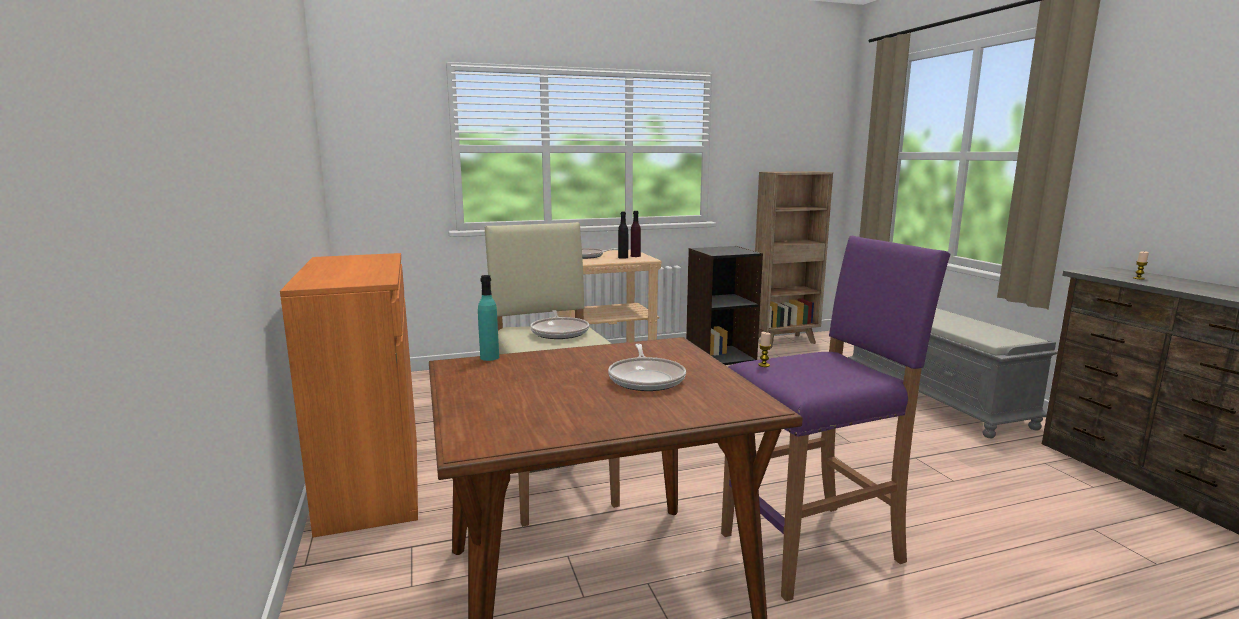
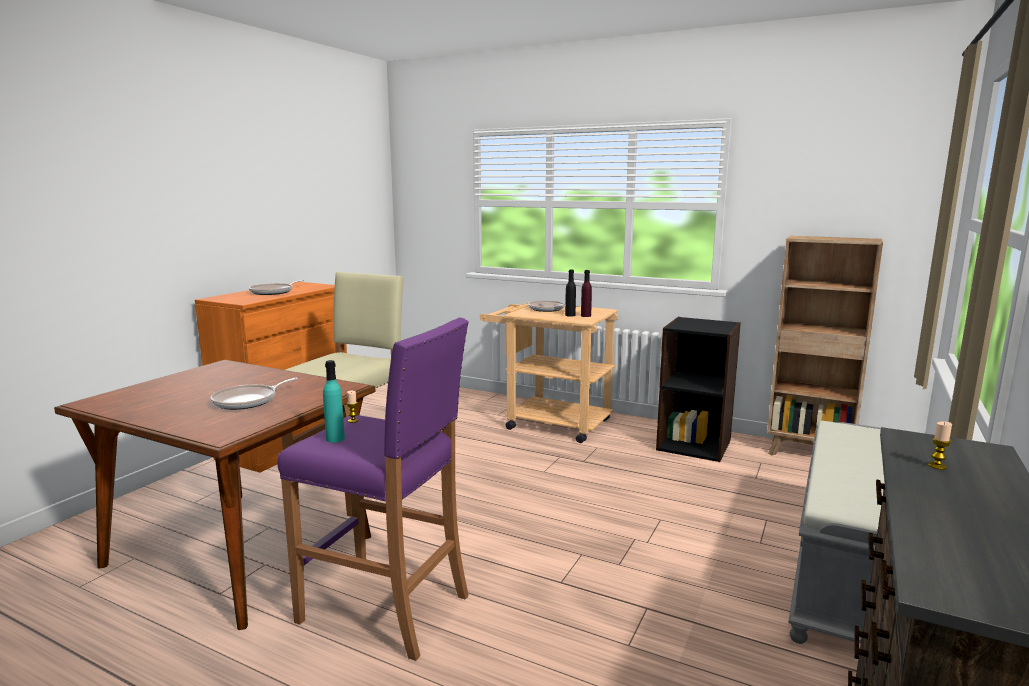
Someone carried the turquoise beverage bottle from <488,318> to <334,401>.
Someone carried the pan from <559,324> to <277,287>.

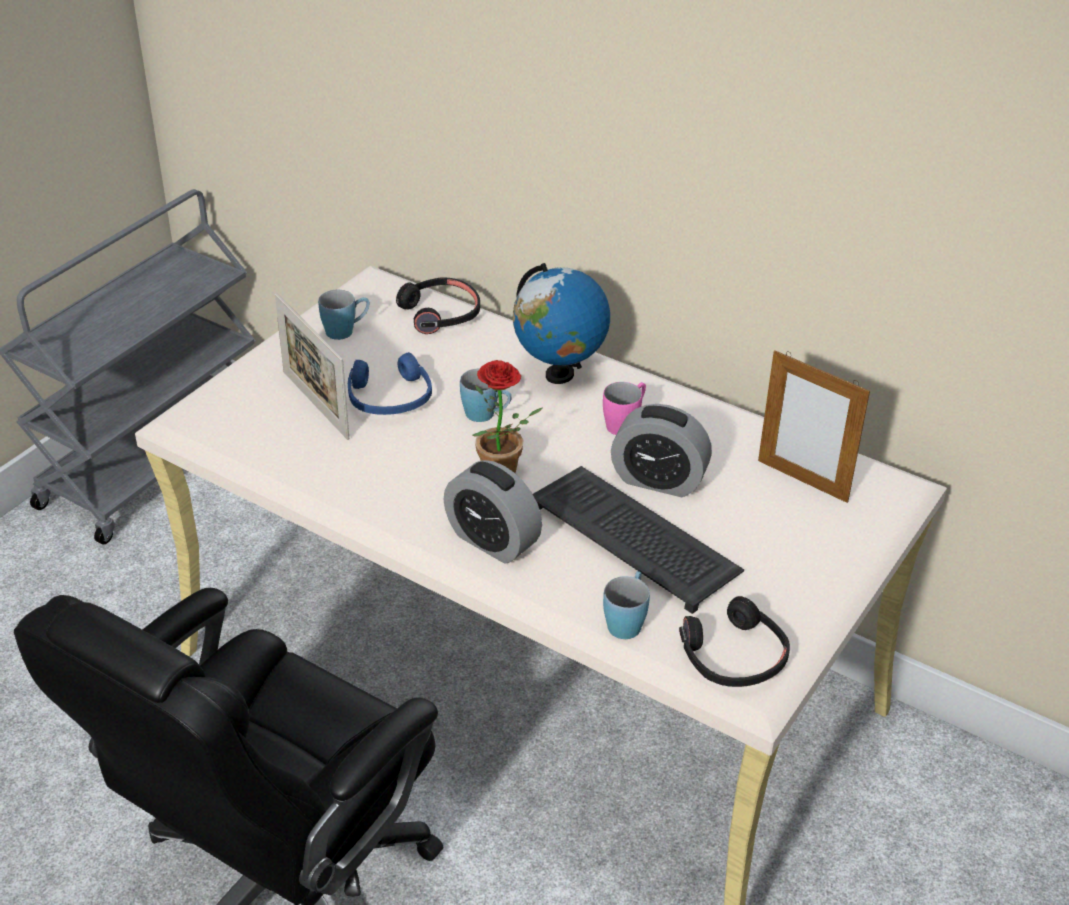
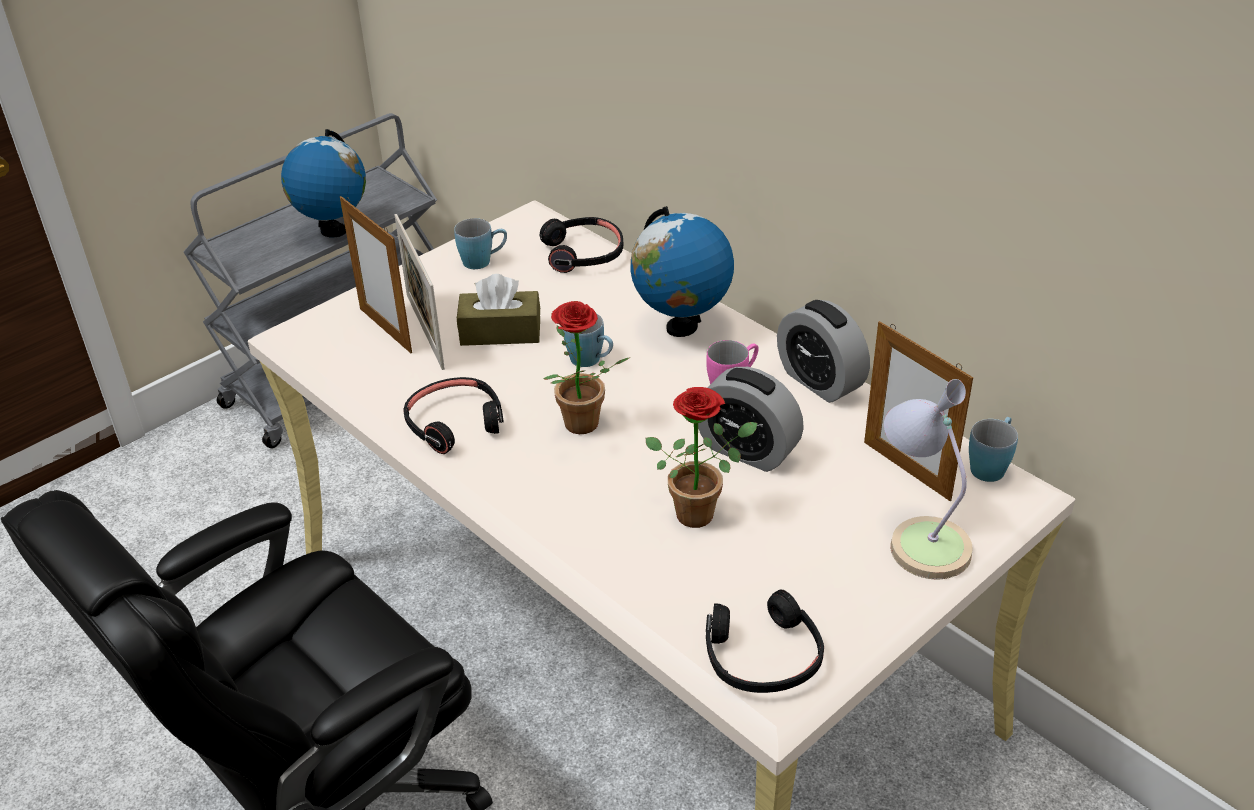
Someone swapped the bluish headset at <390,383> for the brown tissue holder at <498,310>.
Someone carried the alarm clock from <492,512> to <823,351>.
Someone swapped the PC keyboard at <638,540> for the houseplant at <701,457>.
Someone carried the bluish tea mug from <626,605> to <993,449>.
Someone put down the globe at <323,183>.
Someone put down the standing frame at <376,274>.
Someone put down the blackish headset at <453,415>.
Someone put down the lamp for a table at <928,479>.

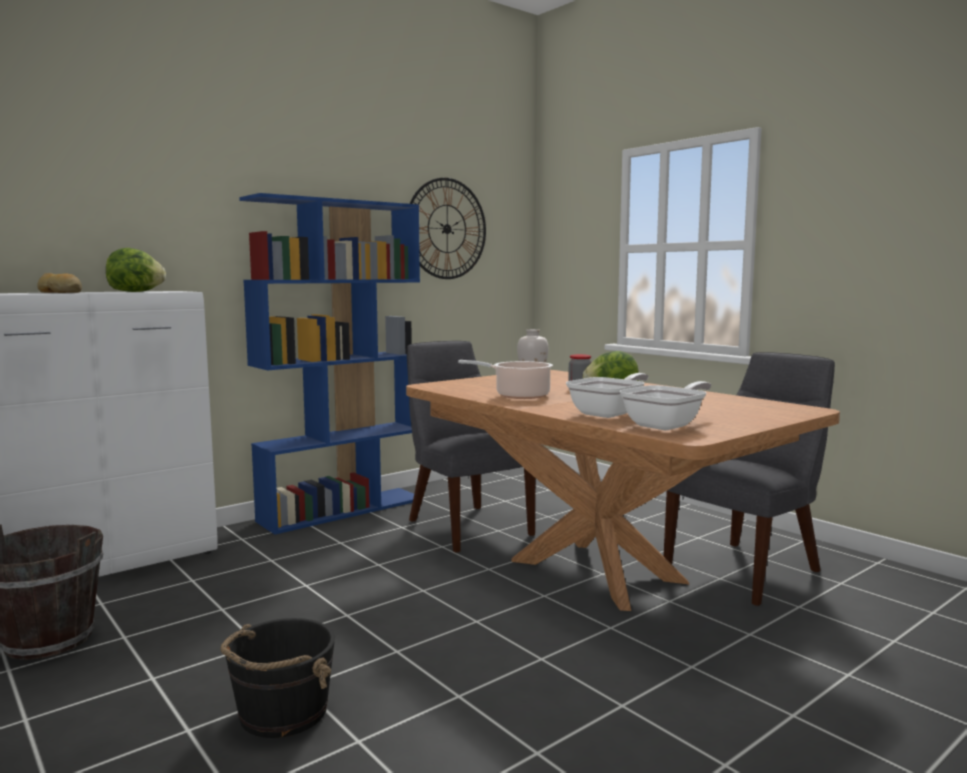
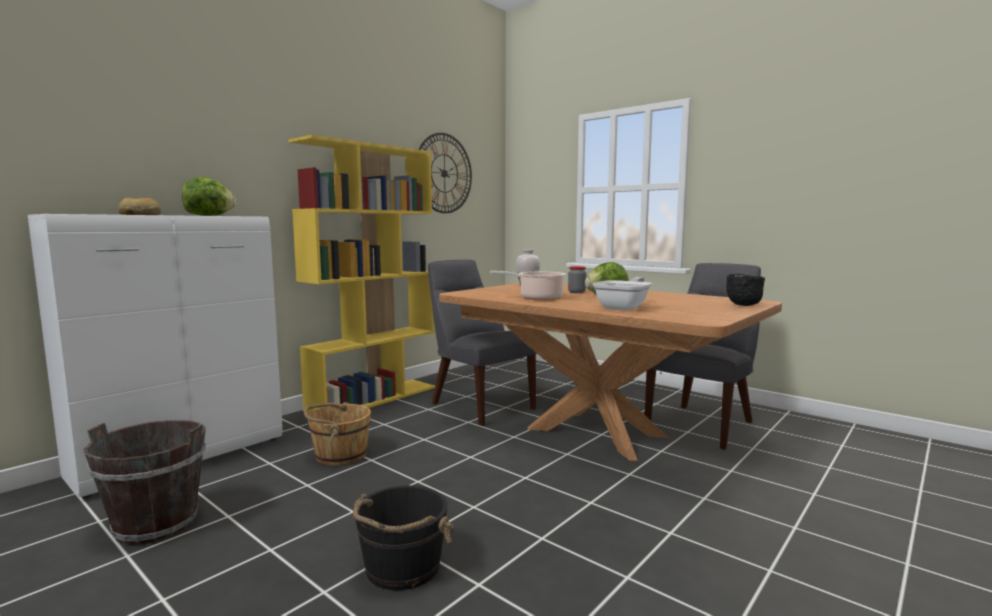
Someone repainted the bluish bookcase at <331,363>, which became the yellow bookcase at <361,274>.
Someone took away the pan at <665,405>.
Someone put down the brown water bucket at <337,434>.
Someone put down the blackish serving bowl at <745,290>.

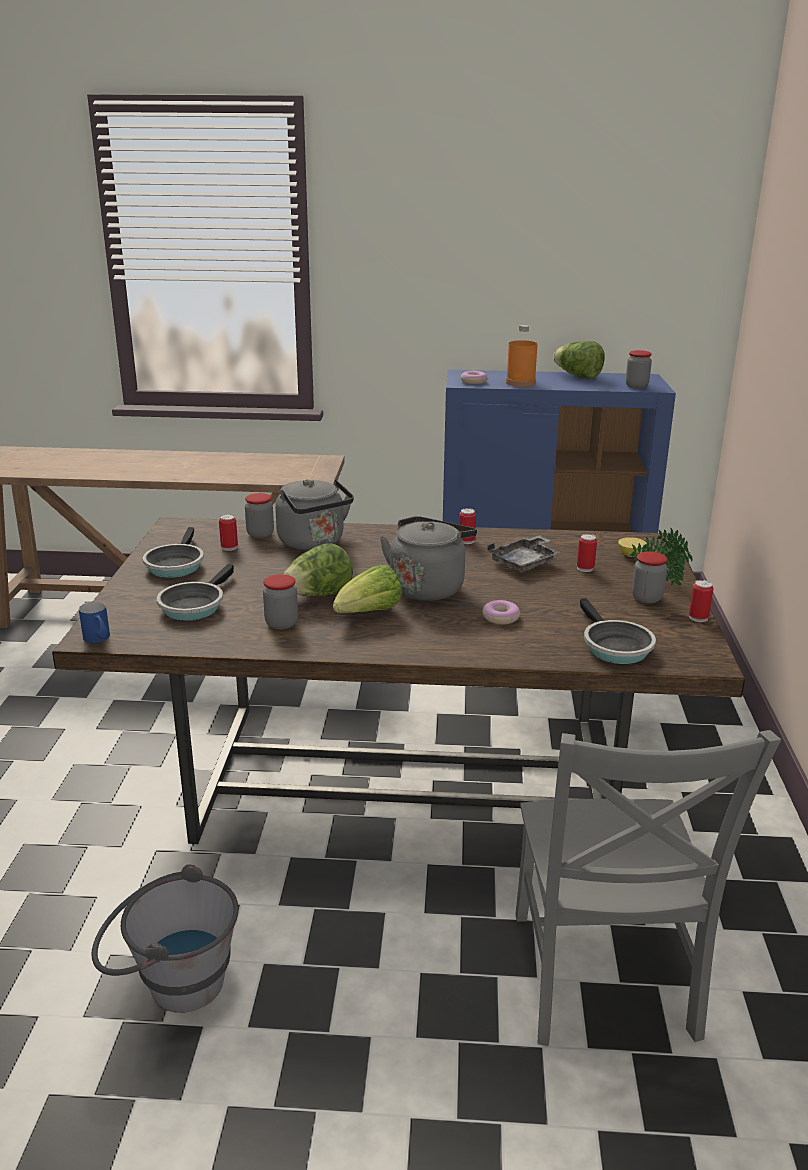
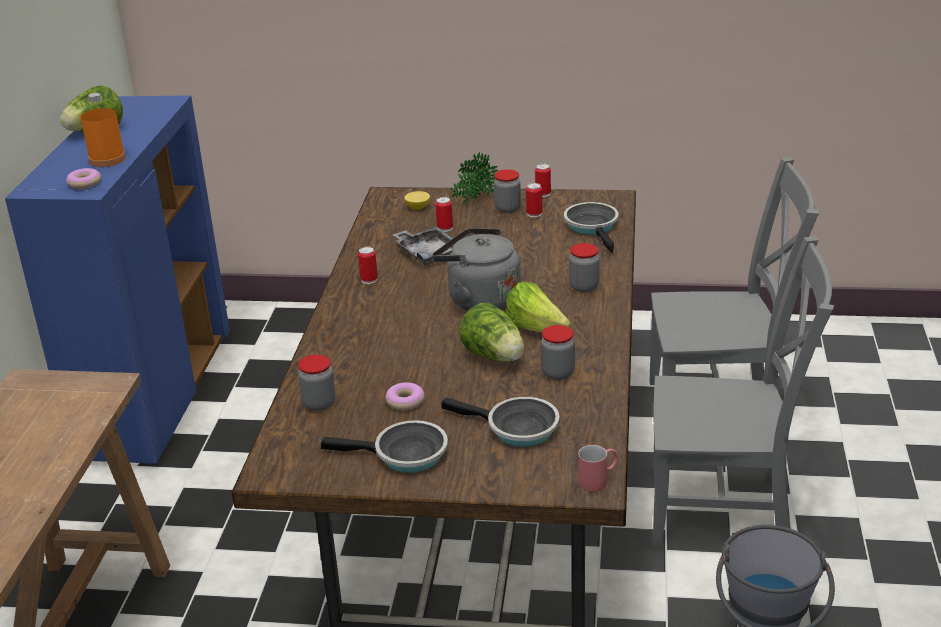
Someone repainted the bluish tea mug at <94,622>, which became the reddish tea mug at <598,468>.
Someone carried the metal can from <228,532> to <534,200>.
Someone took away the grey tea kettle at <314,514>.
Someone carried the ring doughnut from <501,612> to <405,396>.
Someone rotated the pan at <618,631> by 90 degrees counterclockwise.
Someone carried the storage jar from <639,369> to <584,268>.
Someone put down the grey plain chair at <743,391>.

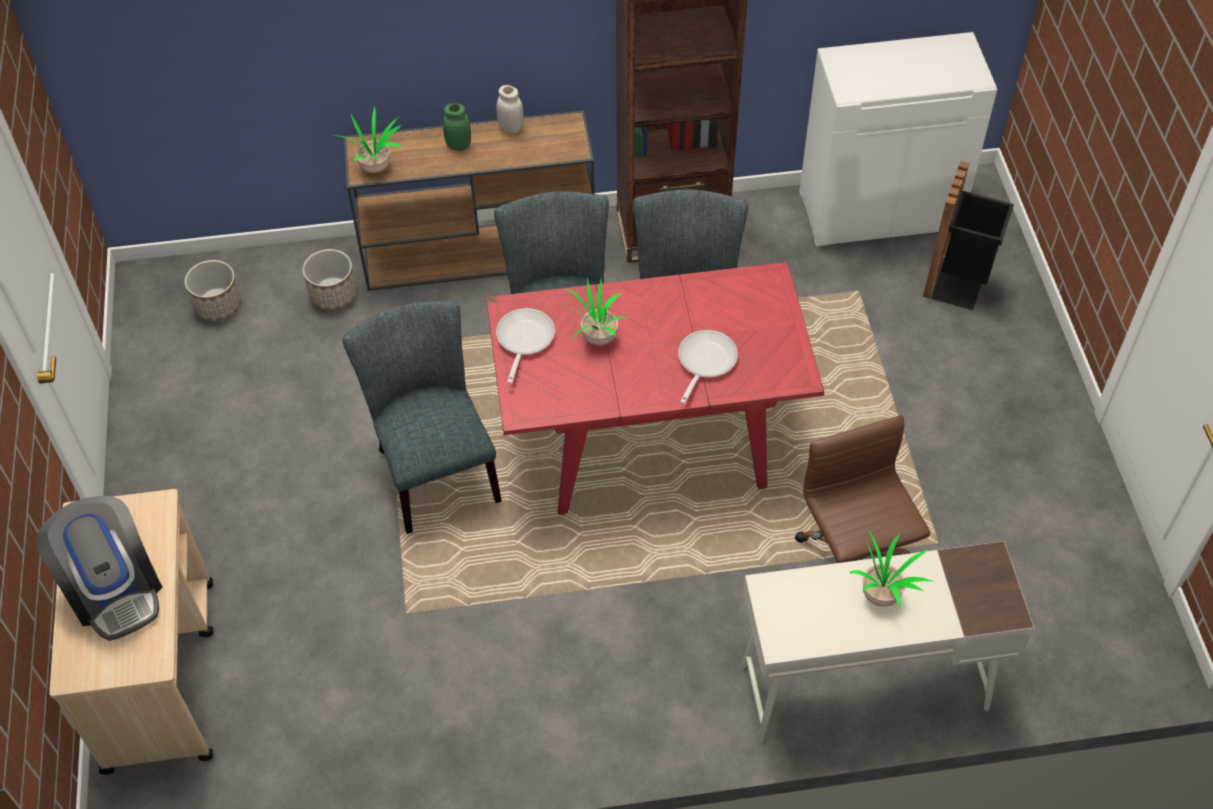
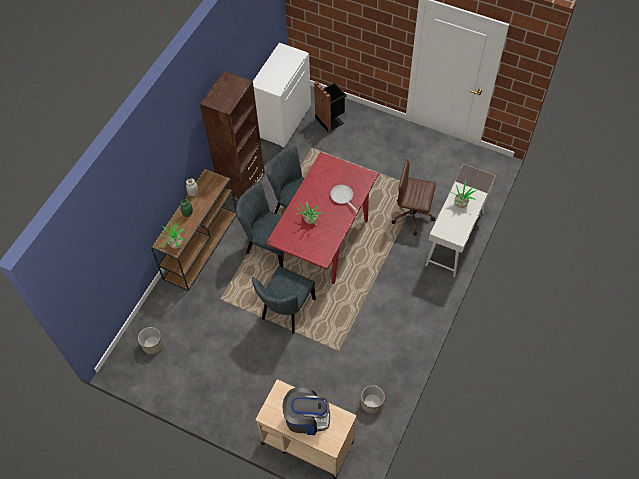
Someone carried the planter from <330,279> to <373,399>.
Someone rotated the grey plain chair at <422,417> by 75 degrees counterclockwise.
Someone took away the pan at <525,345>.

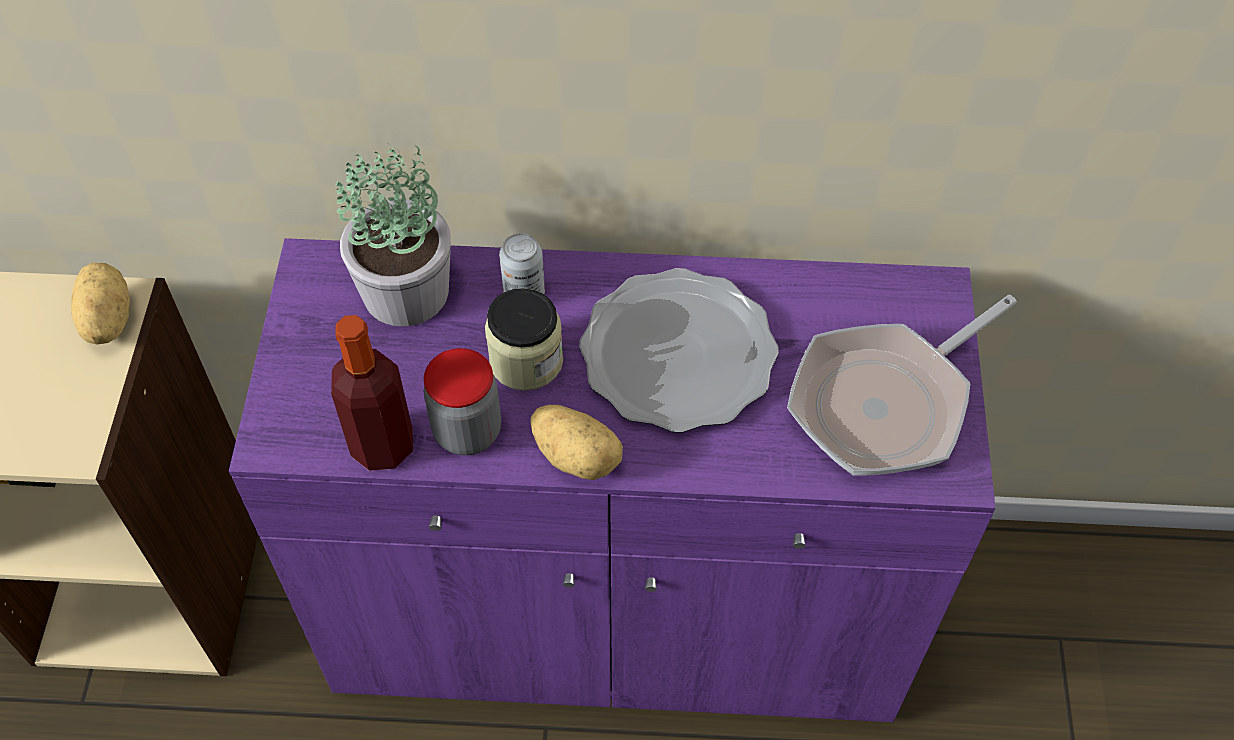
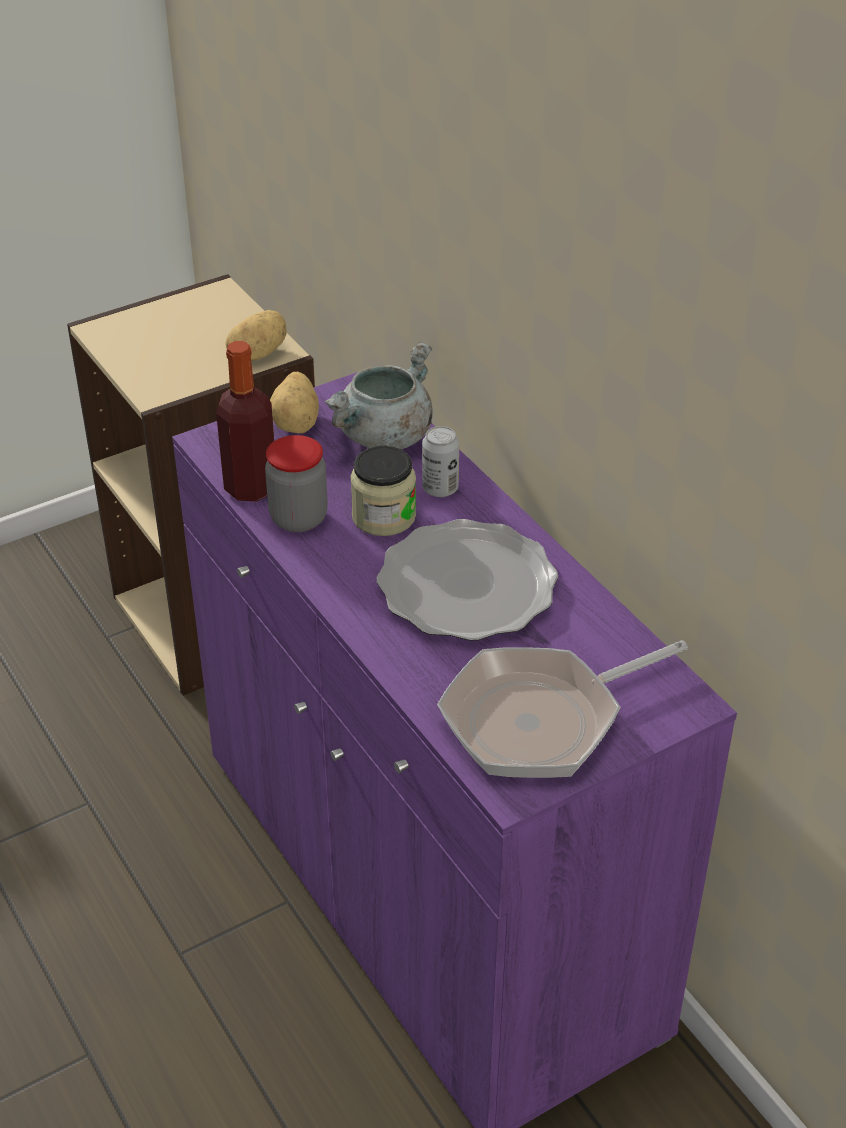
Someone swapped the houseplant at <393,234> for the grey saucepot at <379,395>.
Someone carried the potato from <577,442> to <294,402>.
Someone rotated the pan at <902,385> by 45 degrees counterclockwise.

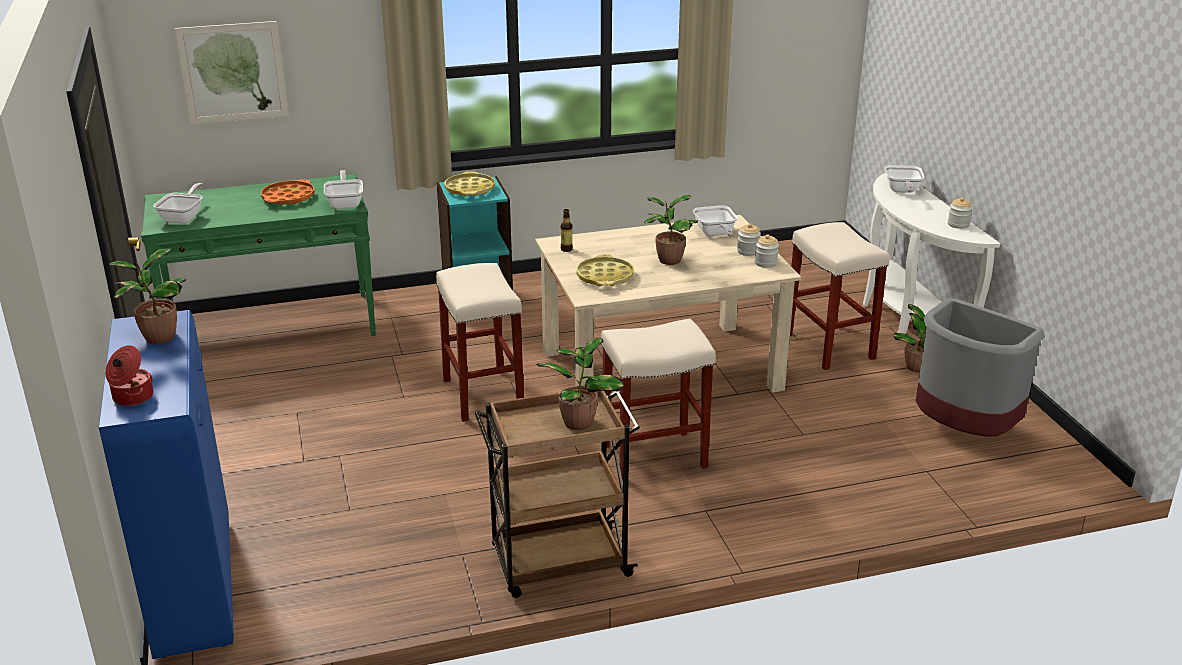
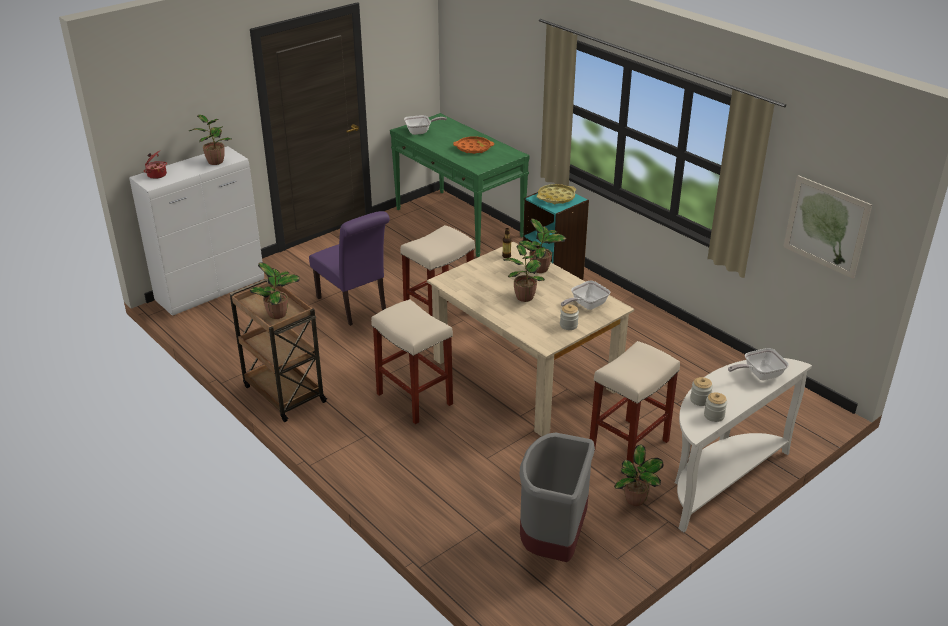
Someone repainted the bluish cabinet at <166,484>, which became the white-coloured cabinet at <196,231>.
Someone carried the picture from <232,73> to <827,227>.
Someone took away the pan at <343,189>.
Someone took away the yellow serving tray at <605,270>.
Someone carried the storage jar from <766,251> to <701,391>.
Someone put down the purple-coloured plain chair at <349,268>.
Someone put down the houseplant at <542,246>.

